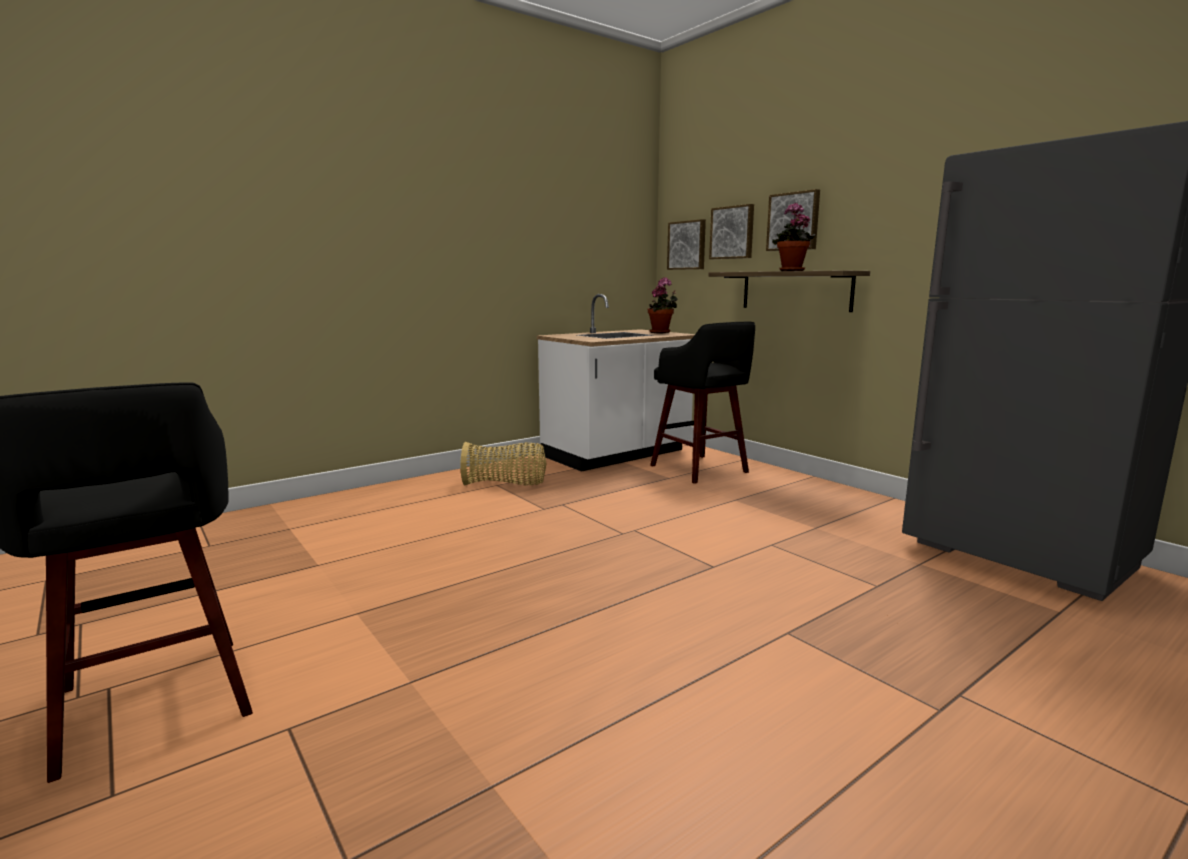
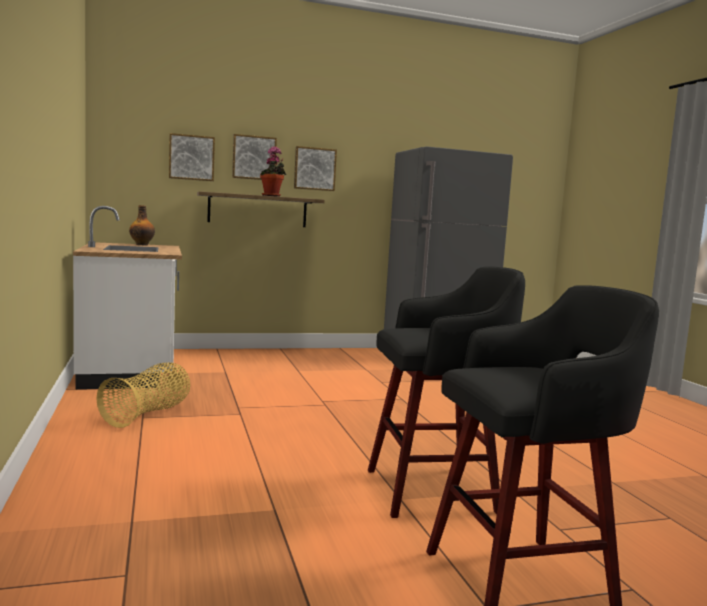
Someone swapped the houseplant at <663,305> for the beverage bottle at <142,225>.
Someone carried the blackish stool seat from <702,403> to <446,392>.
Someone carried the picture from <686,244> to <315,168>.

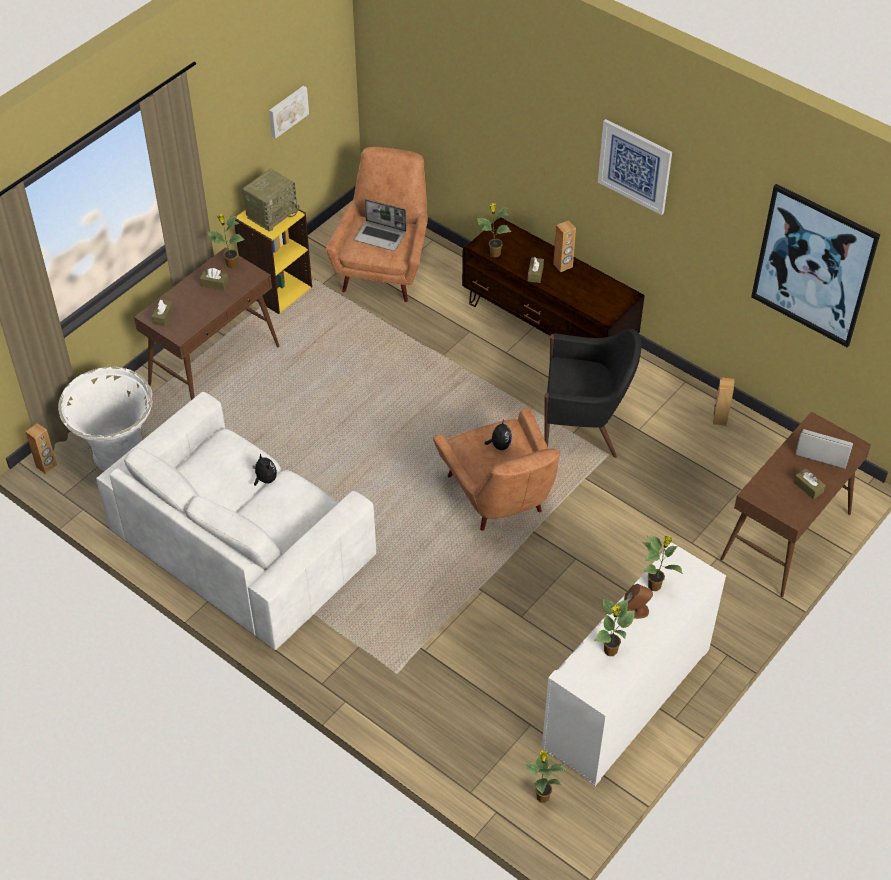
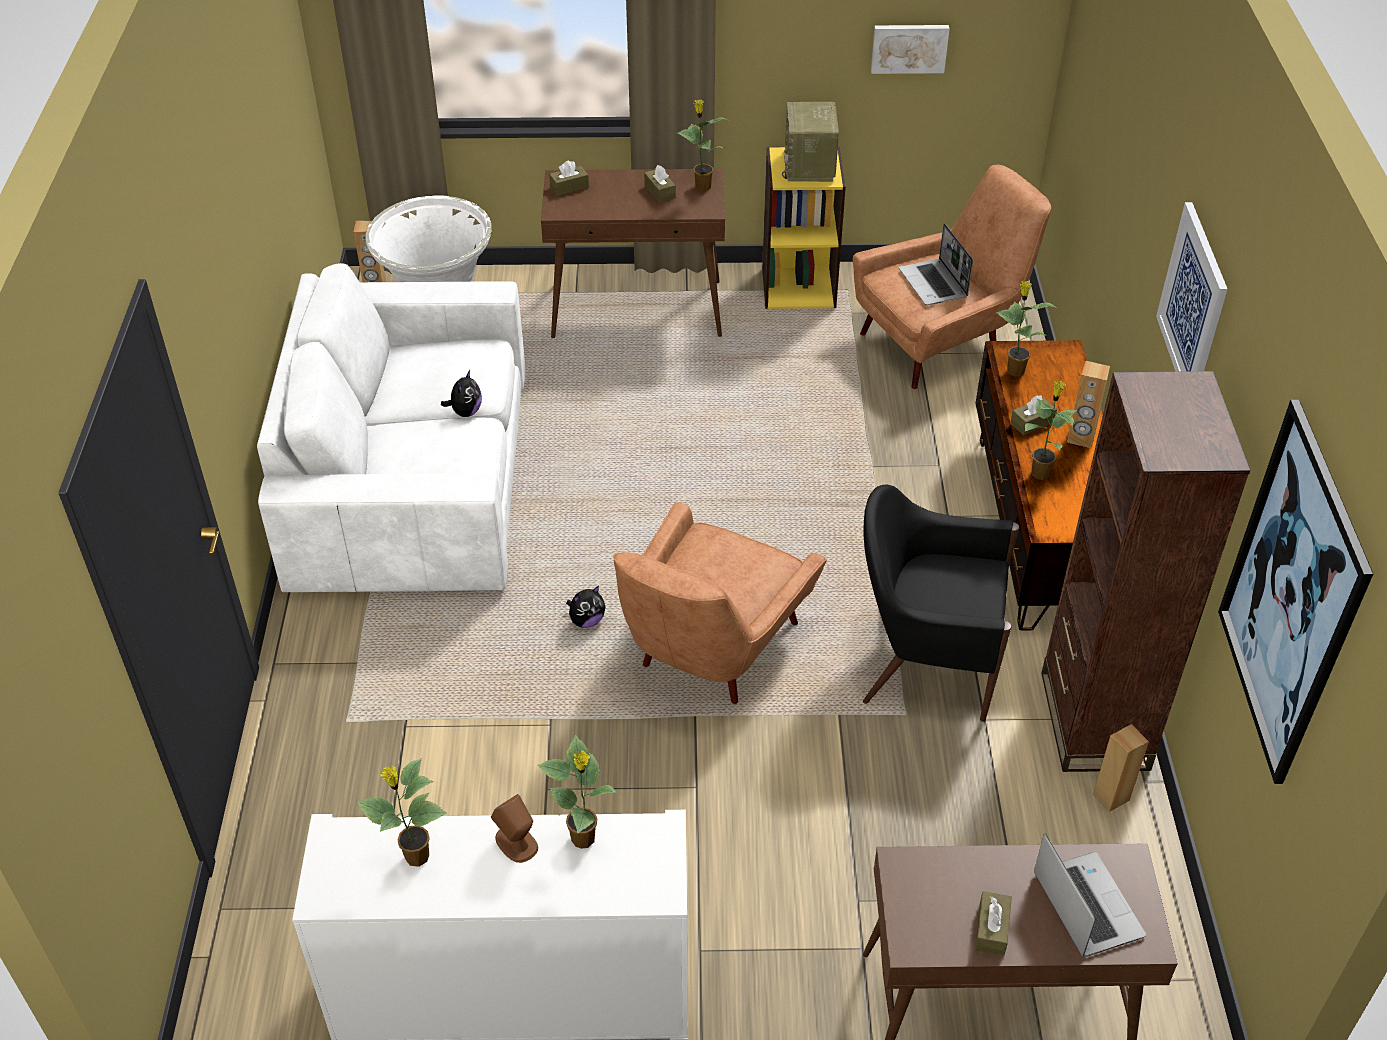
Someone rotated the radio at <271,200> by 90 degrees clockwise.
Someone carried the cuddly toy from <498,435> to <585,607>.
Someone carried the houseplant from <546,777> to <1050,430>.
Someone rotated the blackish easy chair at <593,393> by 135 degrees clockwise.
Someone put down the brown bookcase at <1145,571>.

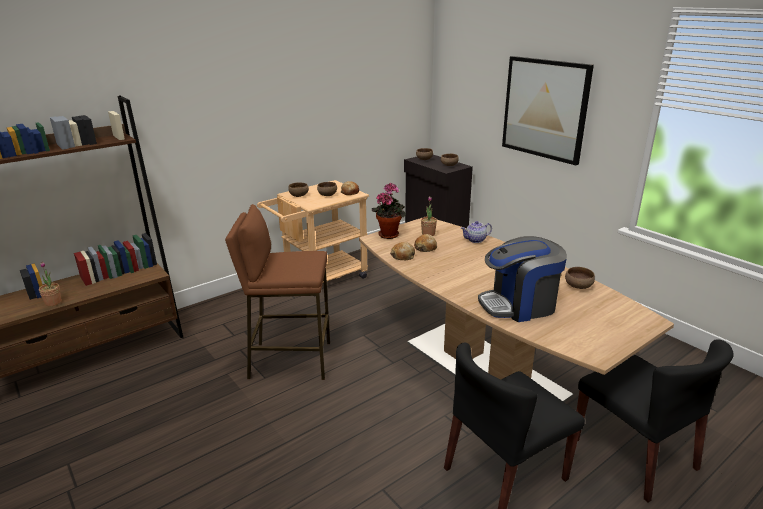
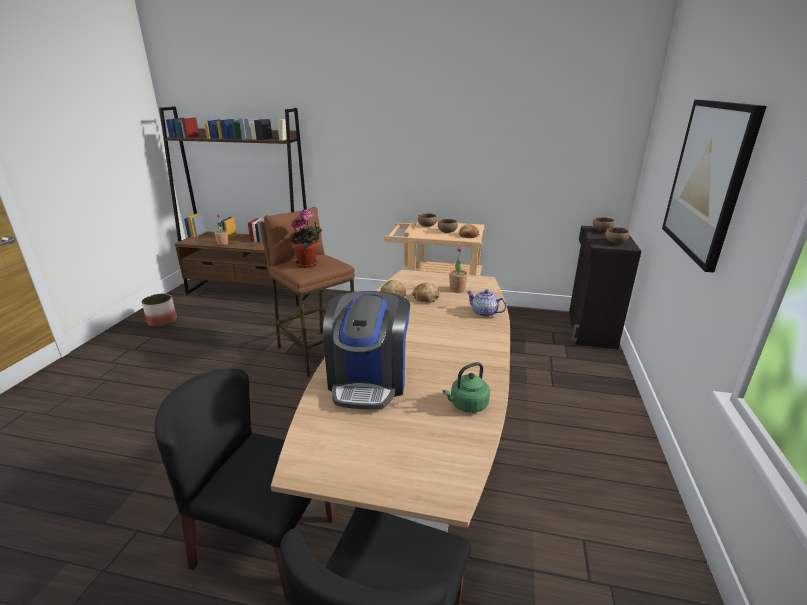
Someone carried the houseplant from <389,211> to <306,238>.
Someone rotated the coffee machine at <522,279> by 120 degrees counterclockwise.
Someone swapped the brown serving bowl at <580,278> for the green-coloured tea kettle at <466,387>.
Someone put down the planter at <159,310>.

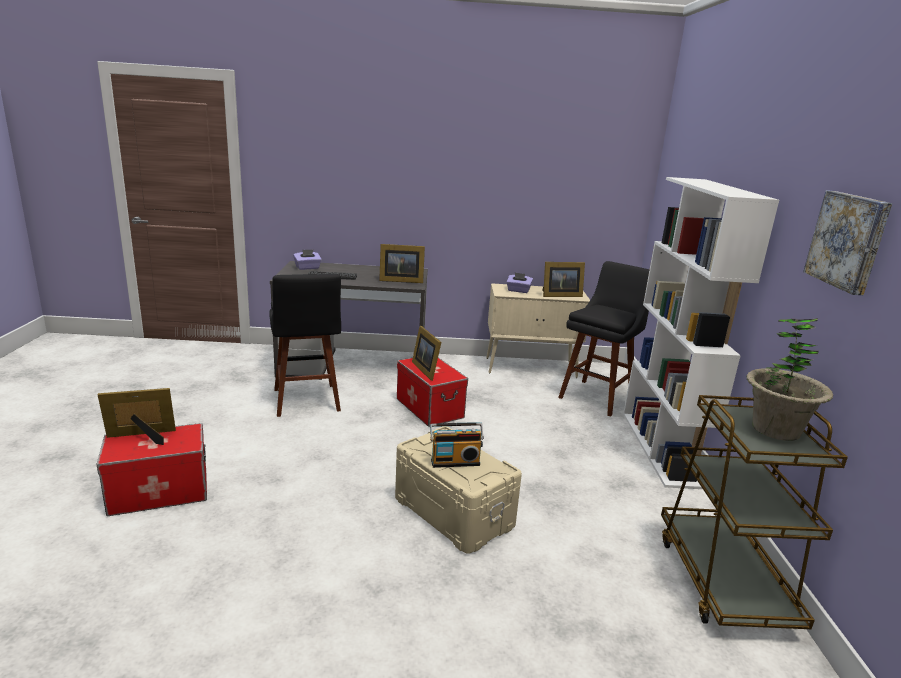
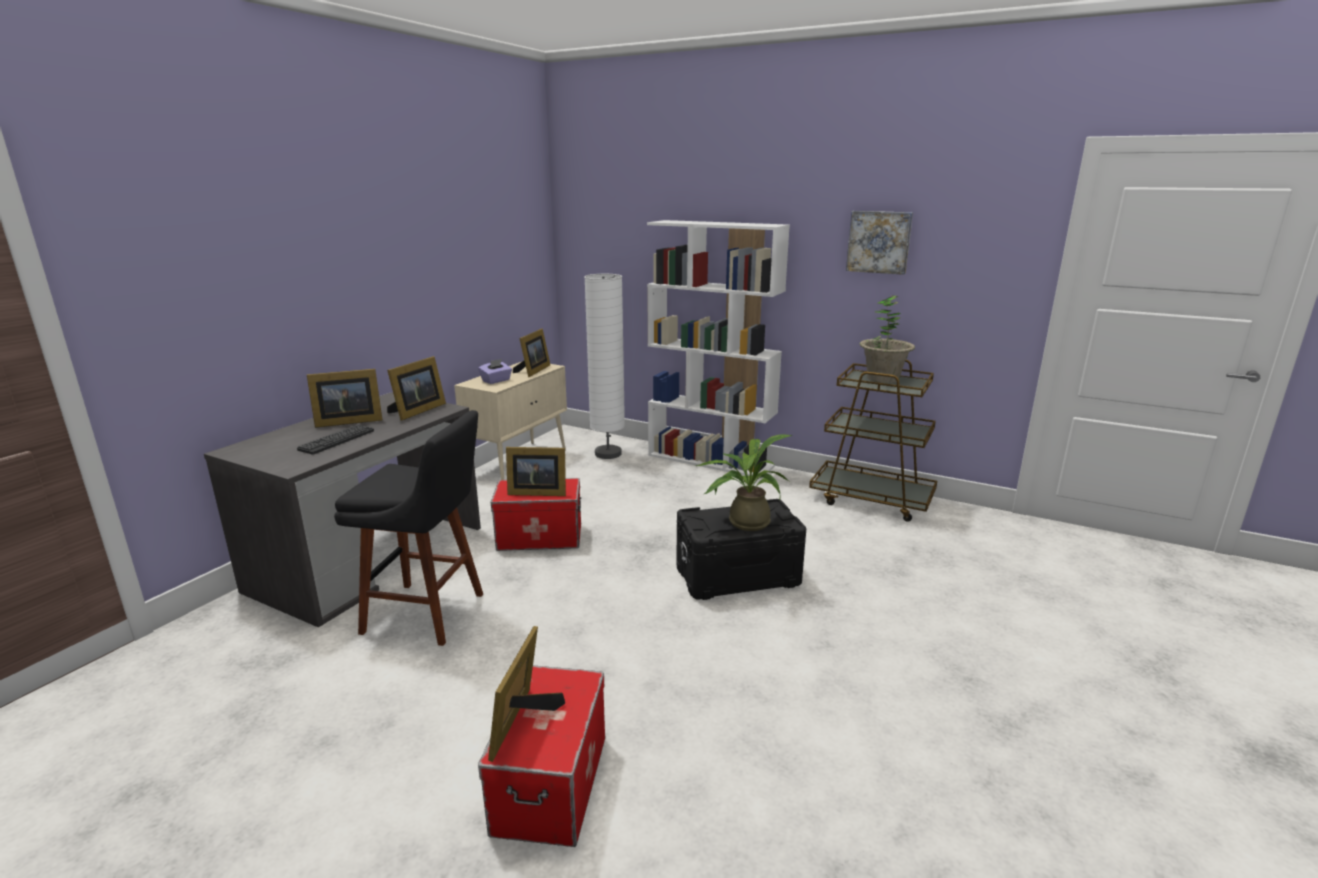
Someone took away the purple-coloured tissue holder at <307,260>.
Someone repainted the beige-coloured storage box at <458,490>, which became the blackish storage box at <741,549>.
Someone swapped the radio at <457,445> for the houseplant at <744,483>.
Someone swapped the blackish stool seat at <604,339> for the white-coloured floor lamp at <604,366>.
Someone put down the standing frame at <344,398>.

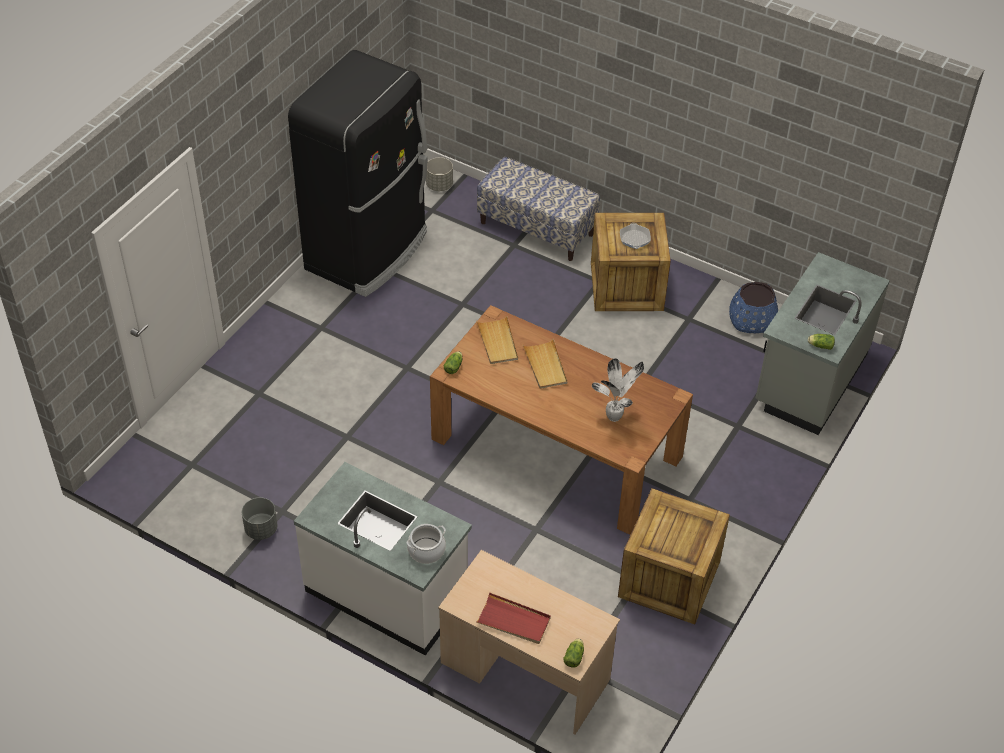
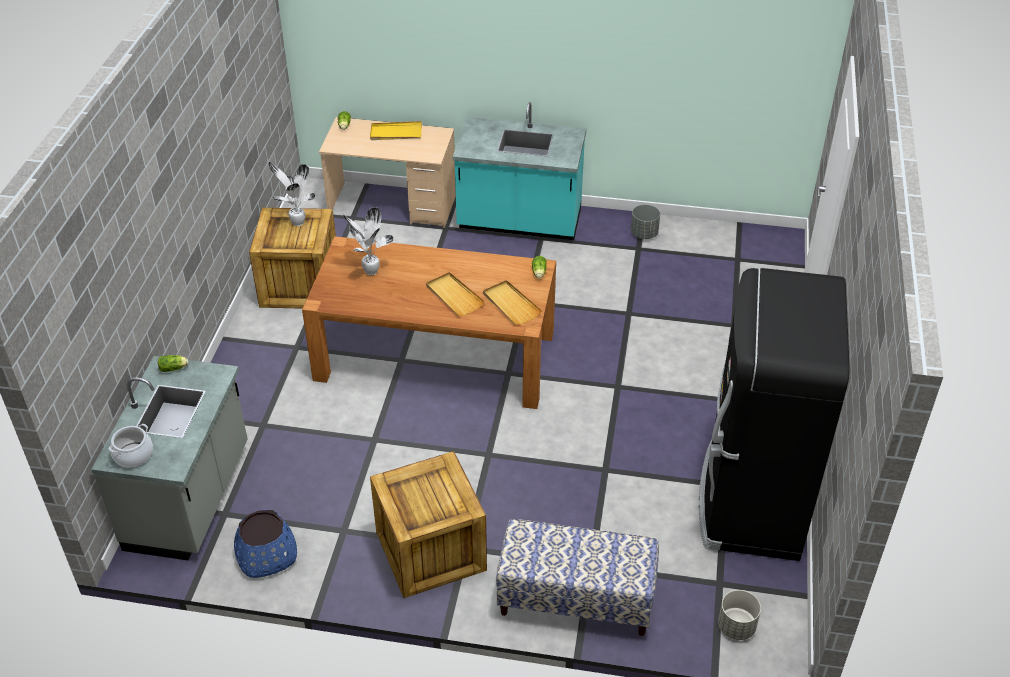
Someone repainted the white-coloured kitchen counter at <383,559>, which became the turquoise kitchen counter at <519,171>.
Someone carried the saucepot from <426,544> to <130,446>.
Someone repainted the reddish serving tray at <513,618>, which became the yellow serving tray at <396,130>.
Someone took away the pan at <635,236>.
Someone put down the houseplant at <292,193>.

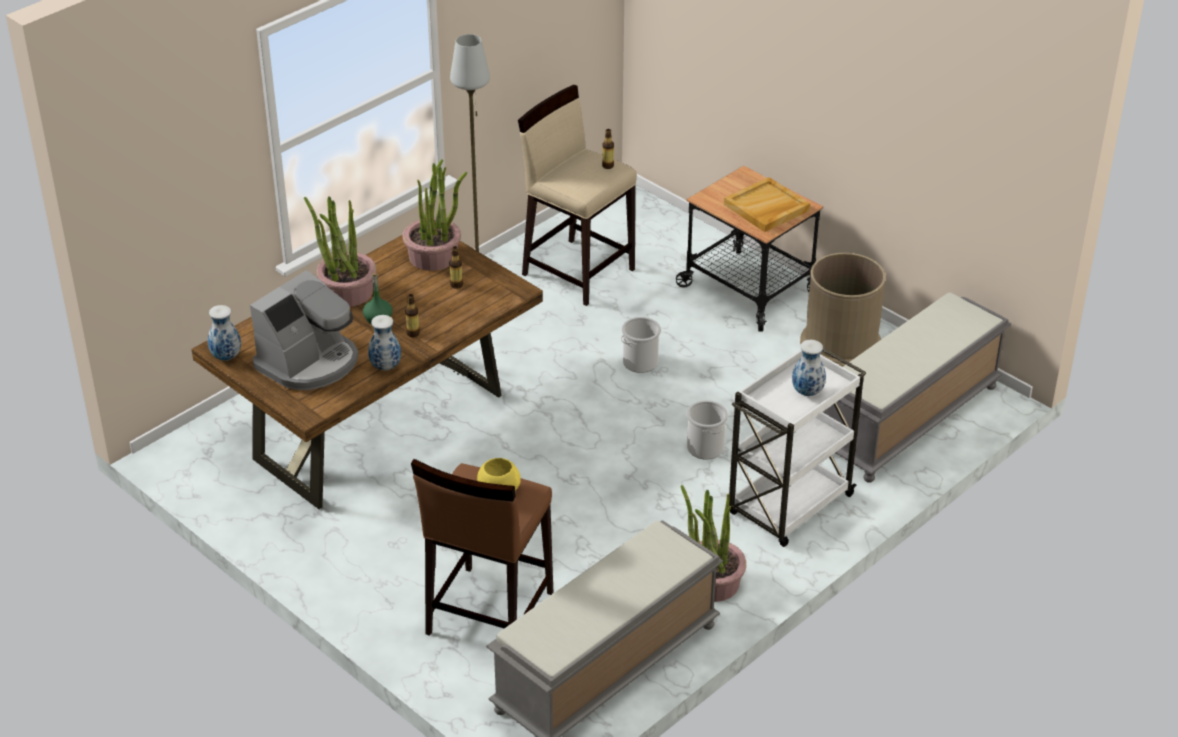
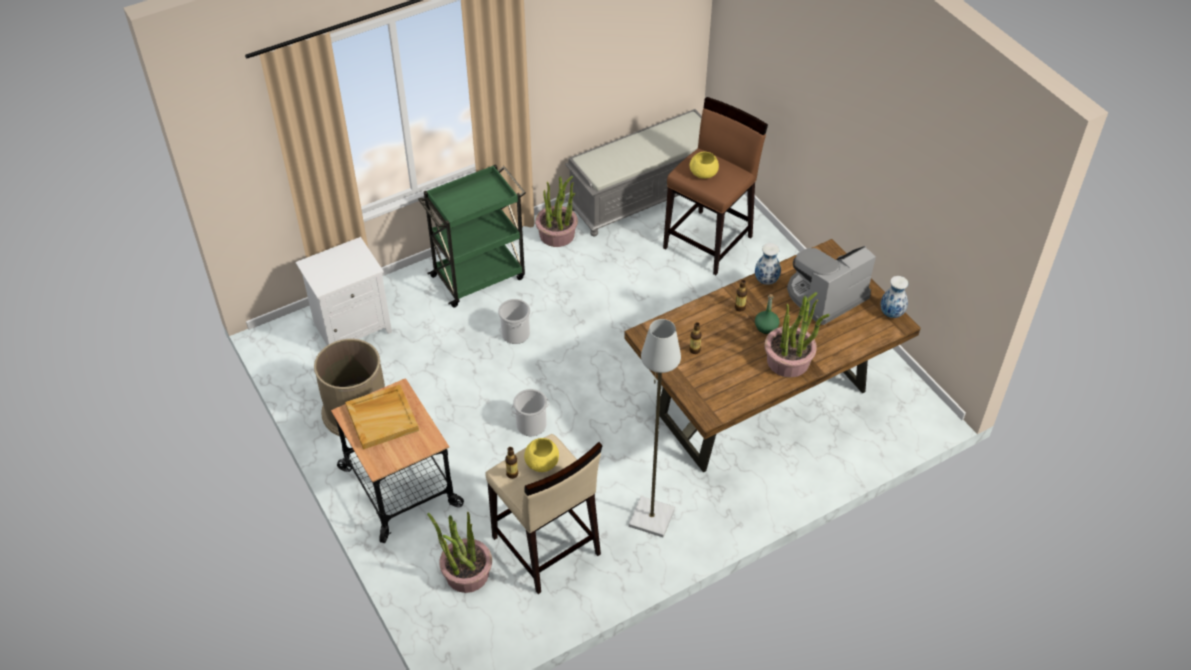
Someone carried the houseplant from <435,215> to <459,552>.
Someone repainted the white-coloured trolley at <797,447>, which became the green-coloured trolley at <472,235>.
Someone took away the flower vase at <809,368>.
Someone swapped the grey bench at <917,387> for the white-coloured nightstand at <344,291>.
Someone put down the yellow serving bowl at <541,455>.

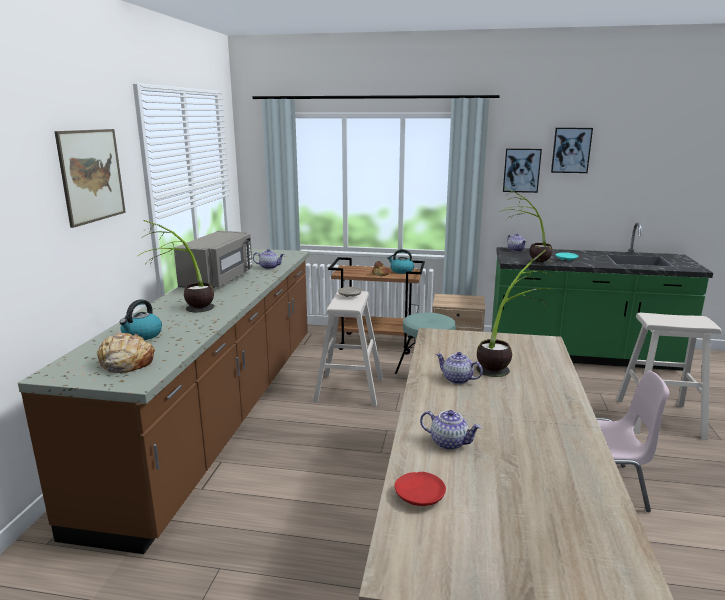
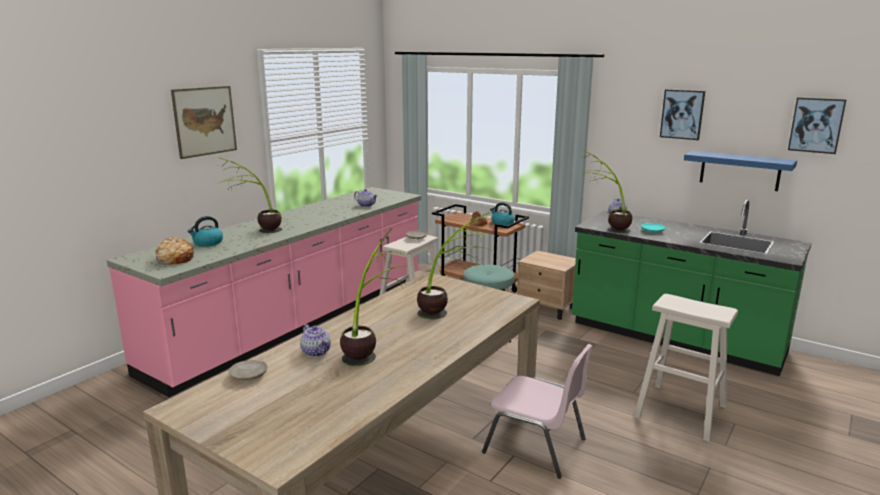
Someone repainted the brown kitchen counter at <164,401>, which became the pinkish kitchen counter at <264,292>.
Someone took away the grey microwave oven at <213,259>.
Someone repainted the reddish dinner plate at <420,489>, which became the beige-coloured dinner plate at <248,370>.
Someone took away the pot for tea at <459,368>.
Someone carried the picture from <522,170> to <817,125>.
Someone put down the houseplant at <373,297>.
Someone put up the bluish shelf at <740,171>.

